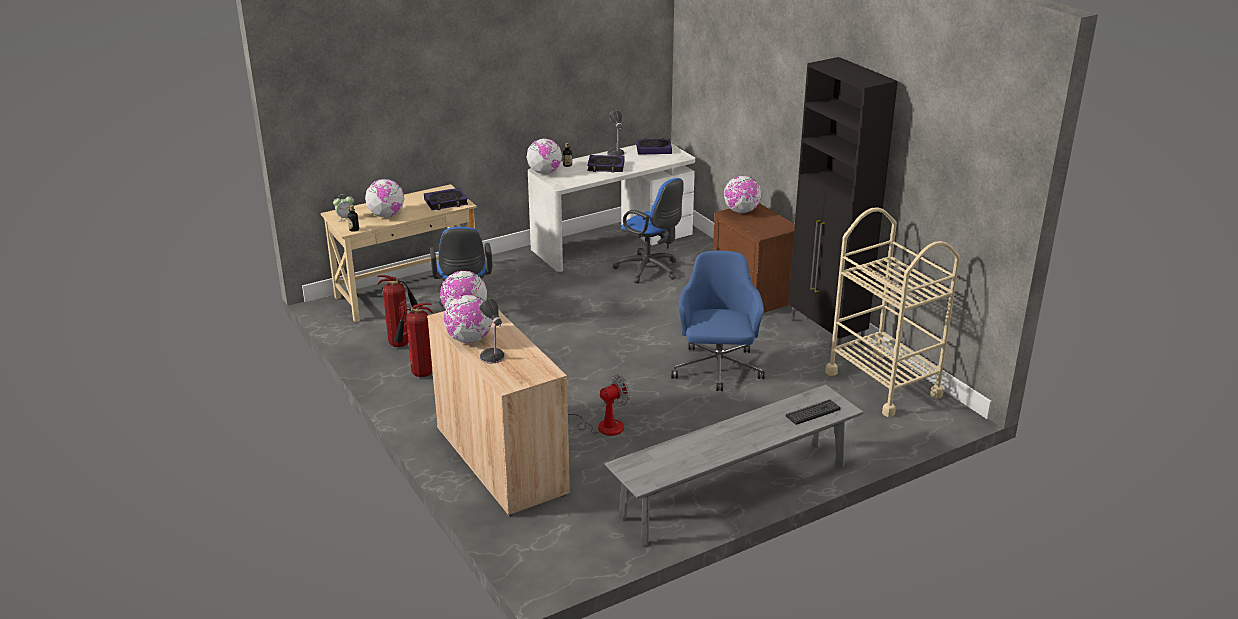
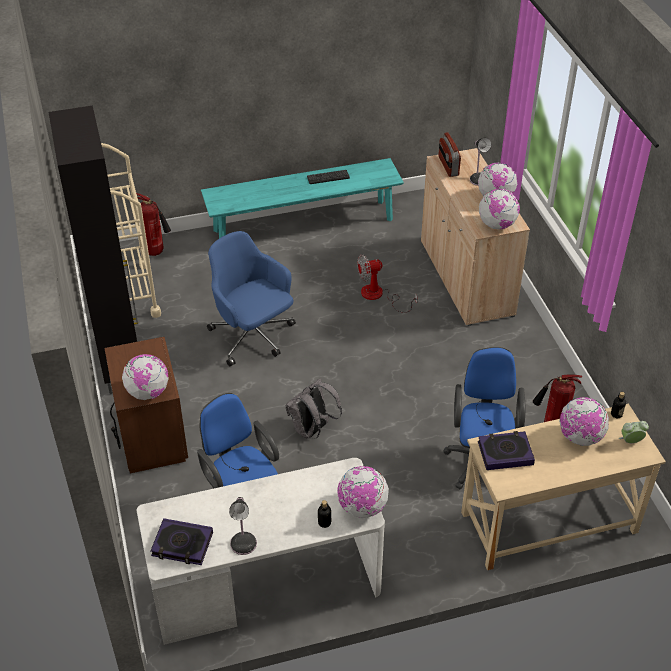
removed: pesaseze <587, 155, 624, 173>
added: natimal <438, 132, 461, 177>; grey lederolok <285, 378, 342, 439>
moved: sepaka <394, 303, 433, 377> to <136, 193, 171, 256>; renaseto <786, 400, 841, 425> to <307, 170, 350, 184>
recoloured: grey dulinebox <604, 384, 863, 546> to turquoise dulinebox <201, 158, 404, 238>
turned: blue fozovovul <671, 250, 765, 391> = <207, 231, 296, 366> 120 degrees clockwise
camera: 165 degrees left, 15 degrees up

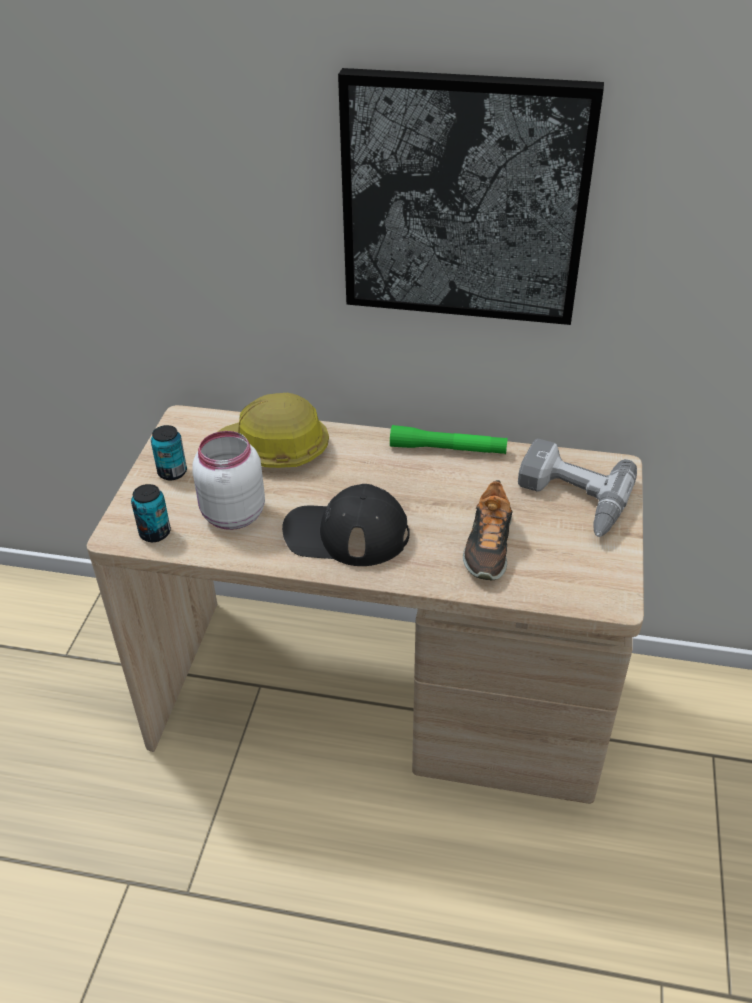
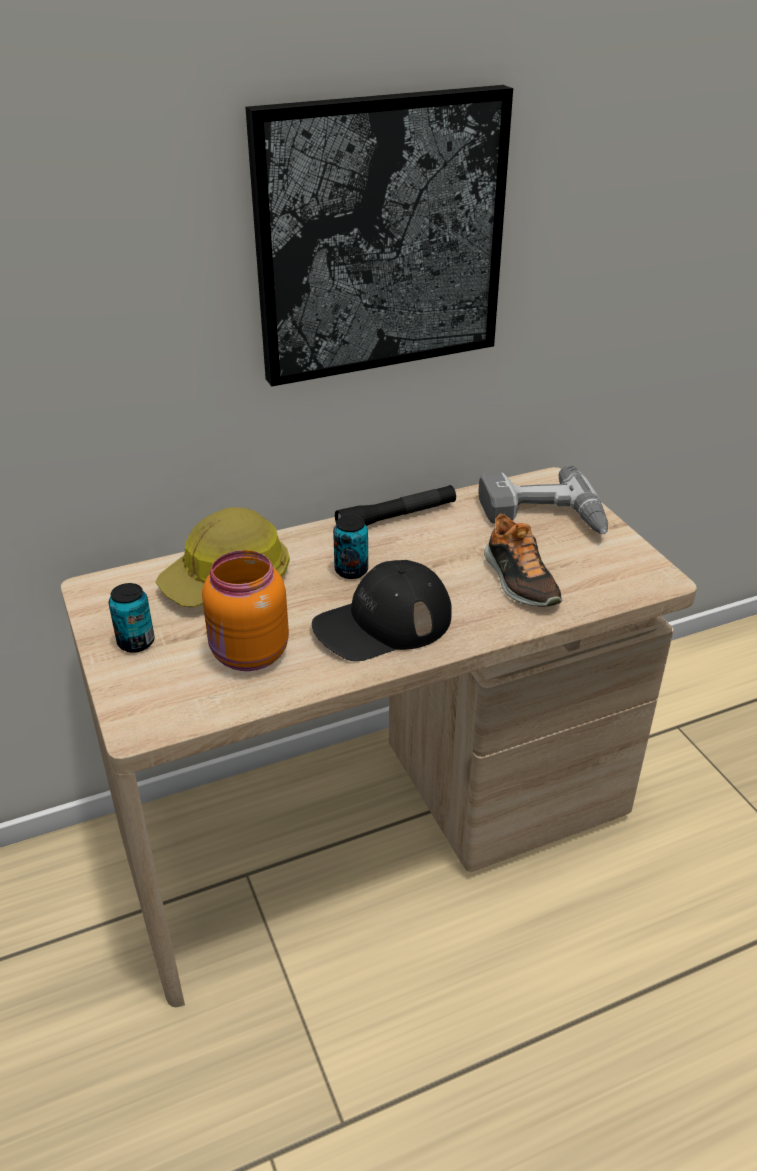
moved: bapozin <131, 484, 171, 542> to <333, 515, 368, 579>
recoloured: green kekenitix <390, 425, 508, 454> to black kekenitix <335, 485, 456, 526>; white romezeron <192, 431, 265, 530> to orange romezeron <202, 550, 289, 671>
camera: 35 degrees left, 5 degrees down

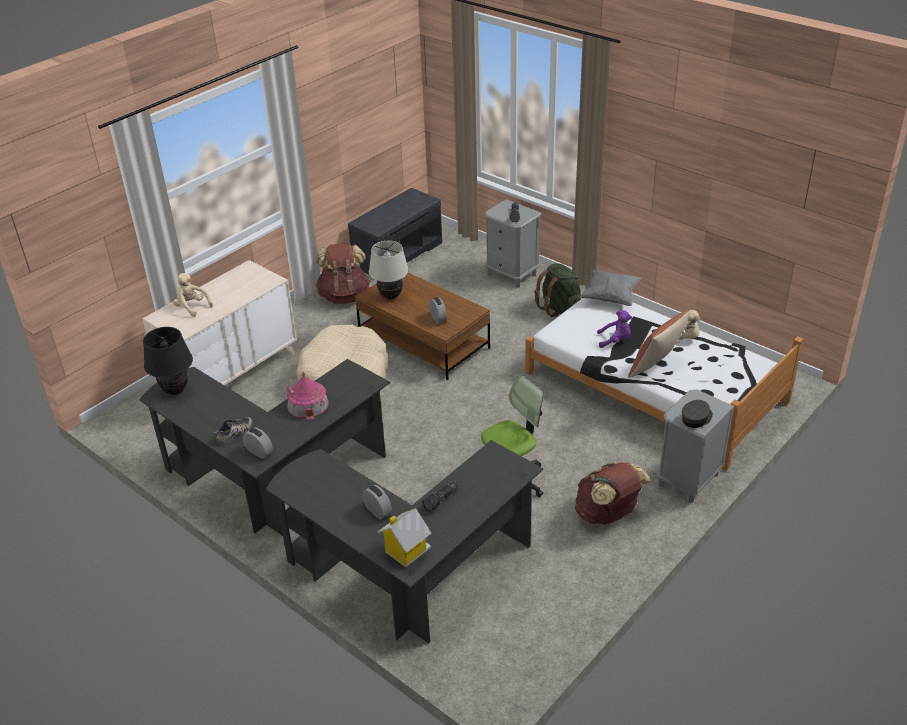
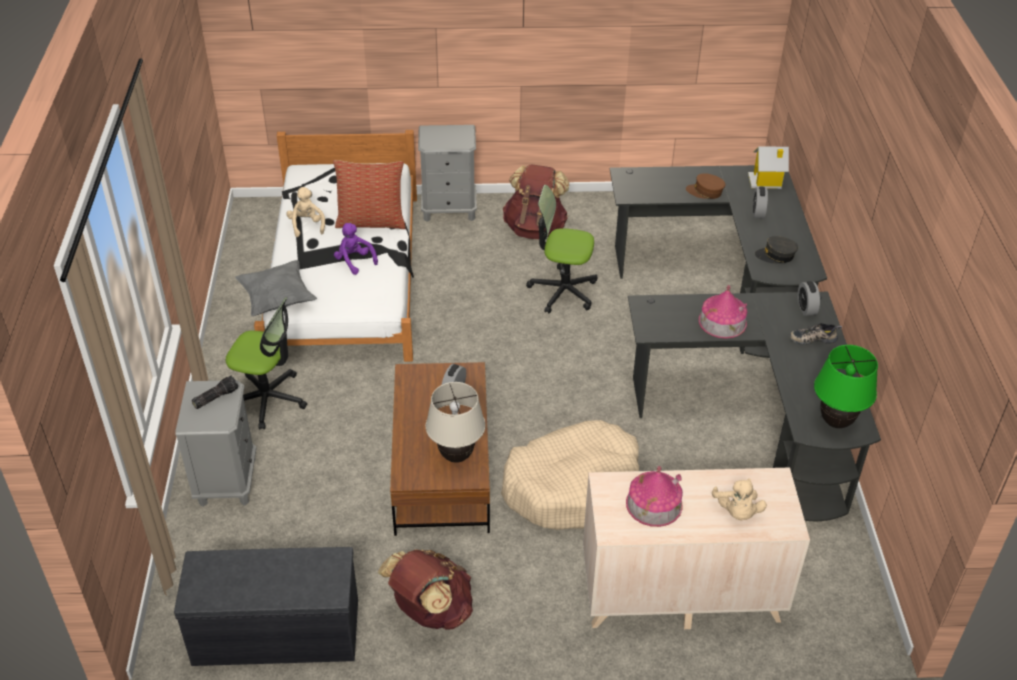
added: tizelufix <626, 466, 683, 527>
moved: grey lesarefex <682, 400, 713, 428> to <755, 236, 798, 264>
replaced: green lederolok <534, 263, 581, 317> to fozovovul <226, 297, 307, 430>; kekenitix <422, 480, 459, 512> to brown lesarefex <686, 173, 725, 199>
recoloured: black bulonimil <143, 327, 193, 395> to green bulonimil <814, 345, 878, 428>
camera: 135 degrees left, 5 degrees up

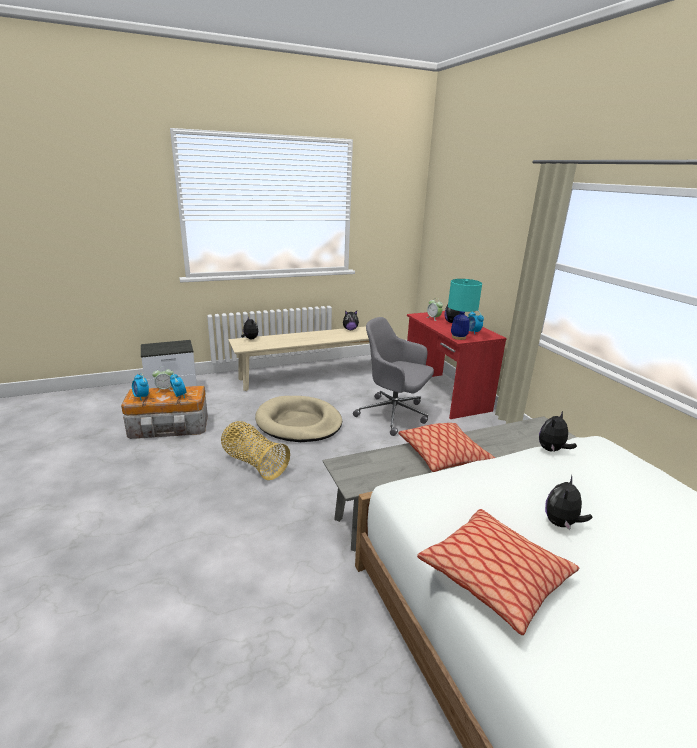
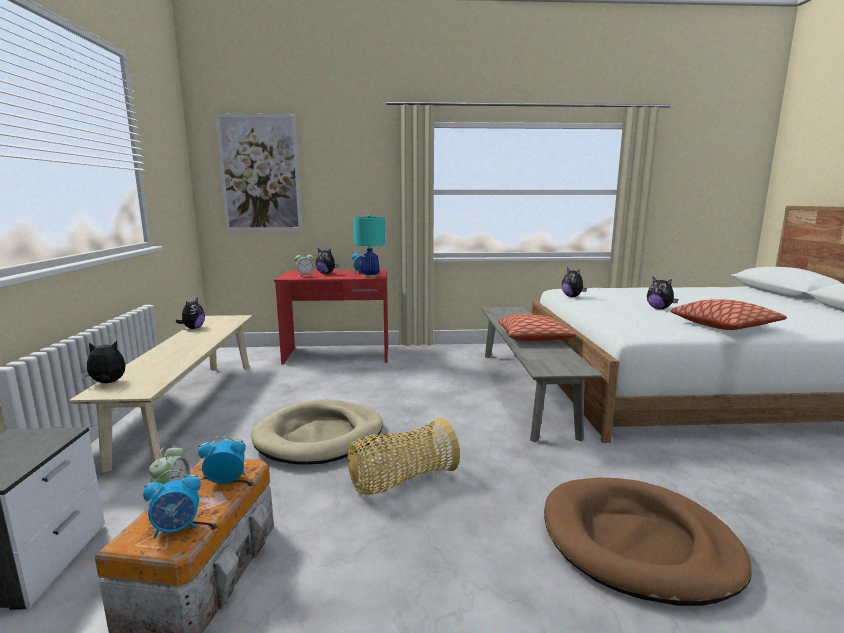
removed: grey fozovovul <353, 317, 434, 436>
added: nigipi <215, 114, 302, 231>; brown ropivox <544, 478, 752, 606>
camera: 70 degrees left, 10 degrees down

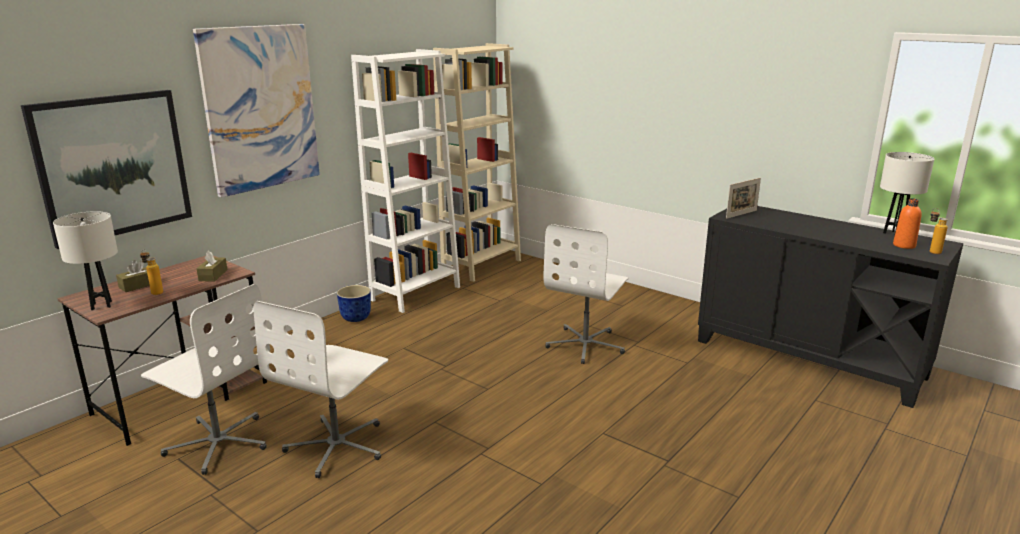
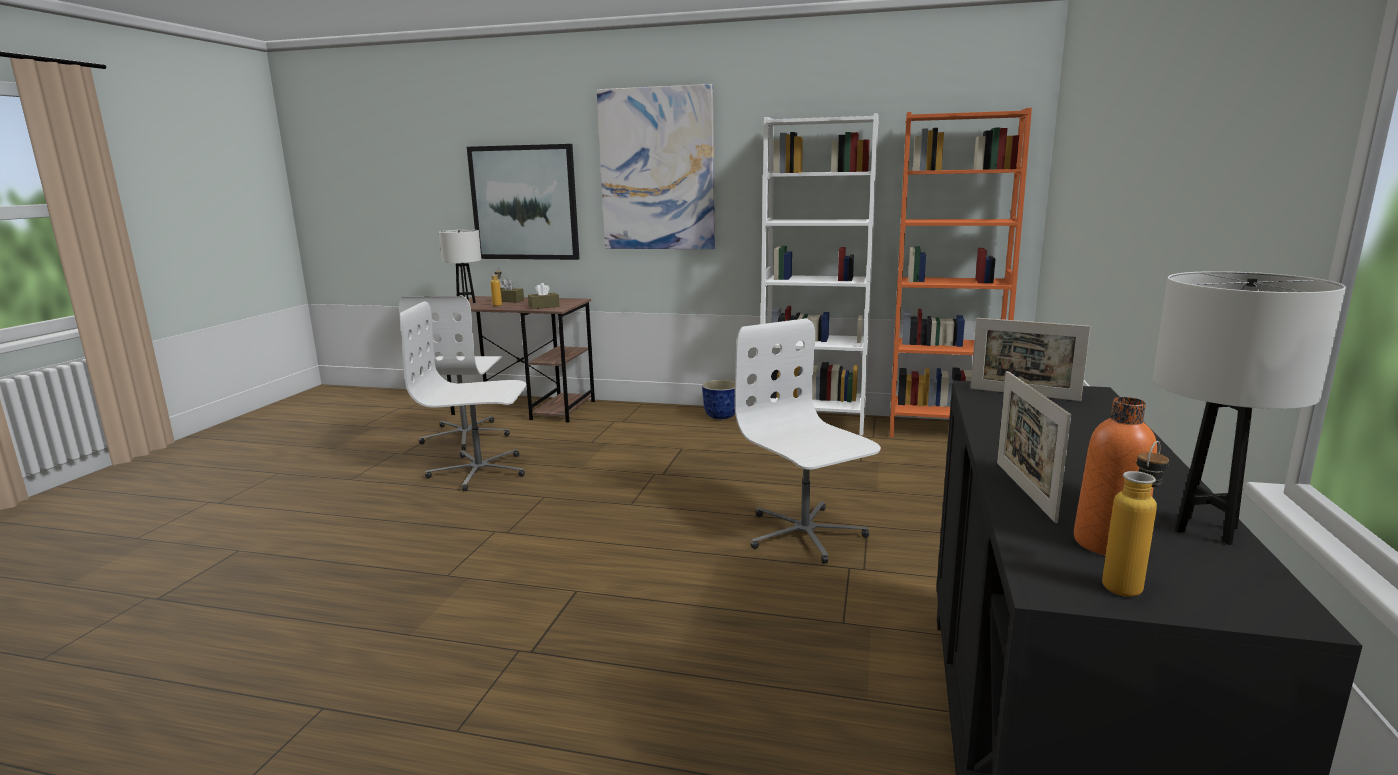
added: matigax <997, 371, 1071, 523>
recoloured: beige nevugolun <433, 43, 521, 282> to orange nevugolun <890, 108, 1032, 437>
turned: white fozovovul <544, 224, 629, 364> = <735, 318, 881, 564> 60 degrees clockwise
camera: 65 degrees right, 5 degrees down

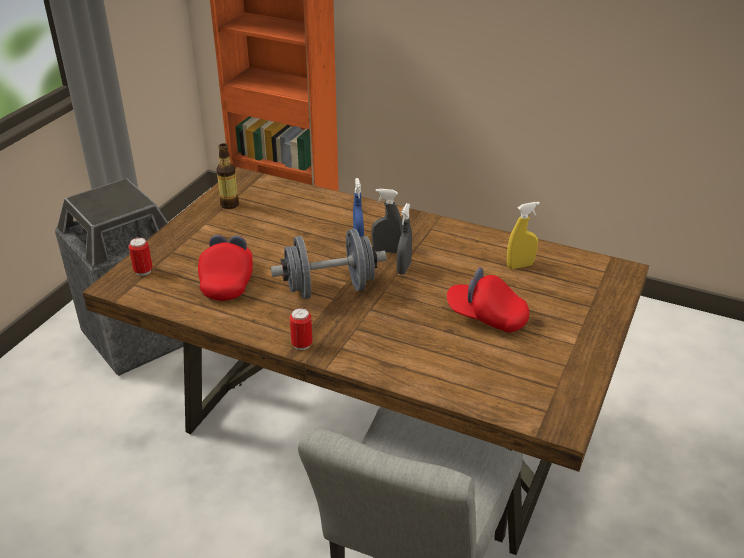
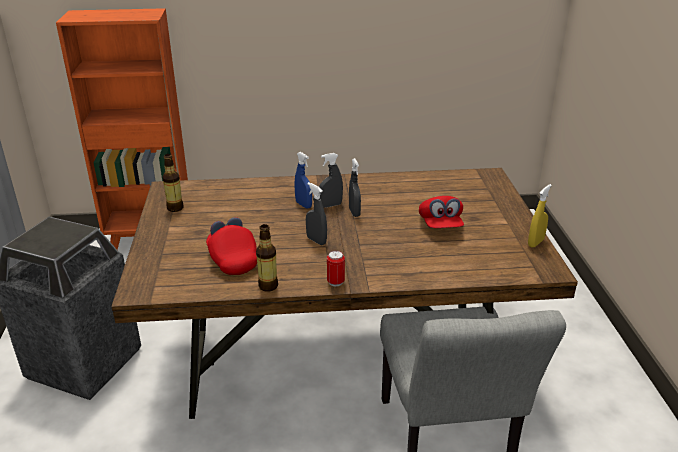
removed: bapozin <129, 237, 153, 276>
added: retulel <256, 224, 278, 292>
moved: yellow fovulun <507, 202, 540, 269> to <528, 184, 552, 247>
replaced: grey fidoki <271, 229, 386, 299> to grey fovulun <306, 182, 327, 245>
turned: red lesarefex <447, 267, 529, 333> = <419, 196, 464, 228> 90 degrees counterclockwise
camera: 30 degrees left, 5 degrees down

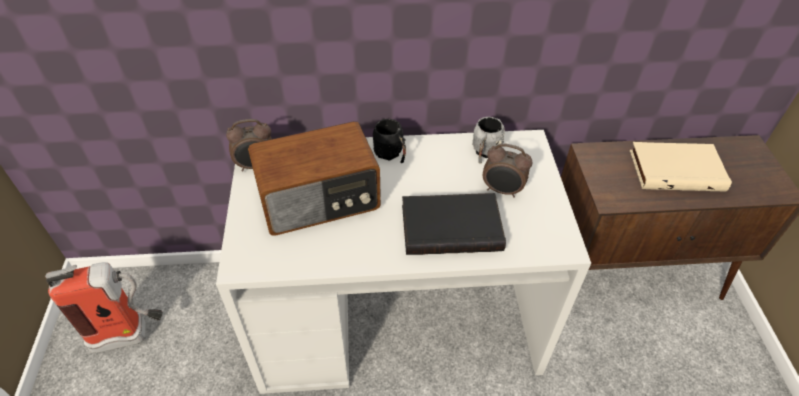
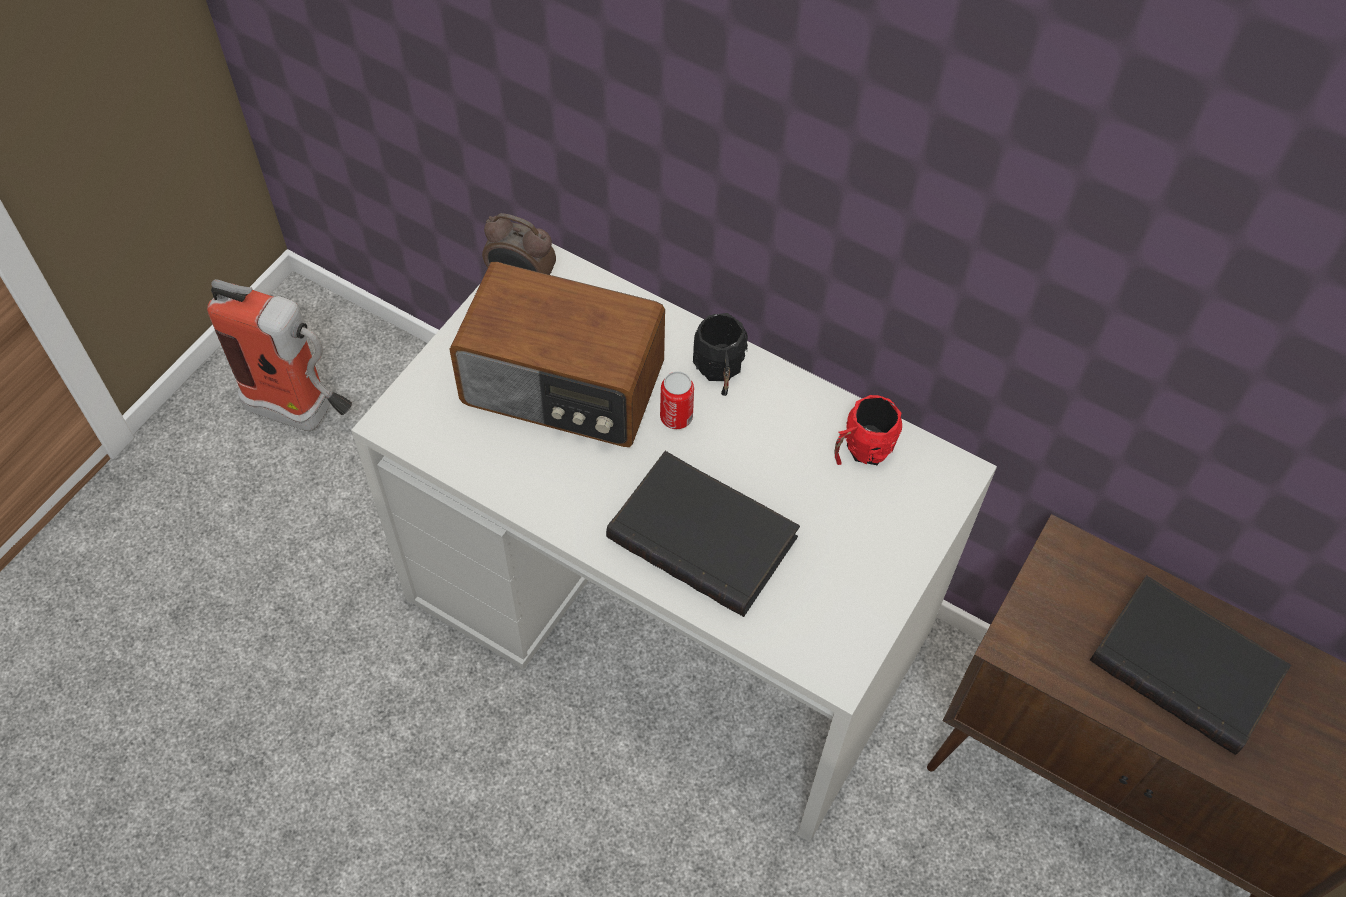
removed: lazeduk <483, 143, 533, 198>
added: bapozin <660, 371, 694, 429>
recoloured: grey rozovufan <472, 117, 505, 164> to red rozovufan <834, 395, 902, 465>; beige pesaseze <630, 142, 732, 191> to black pesaseze <1090, 575, 1291, 755>
camera: 35 degrees right, 10 degrees up

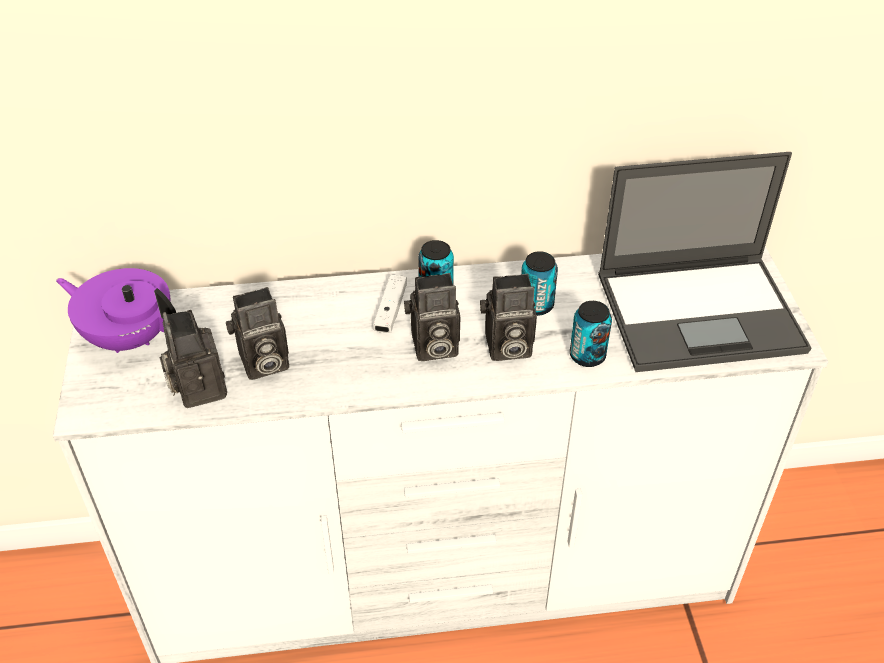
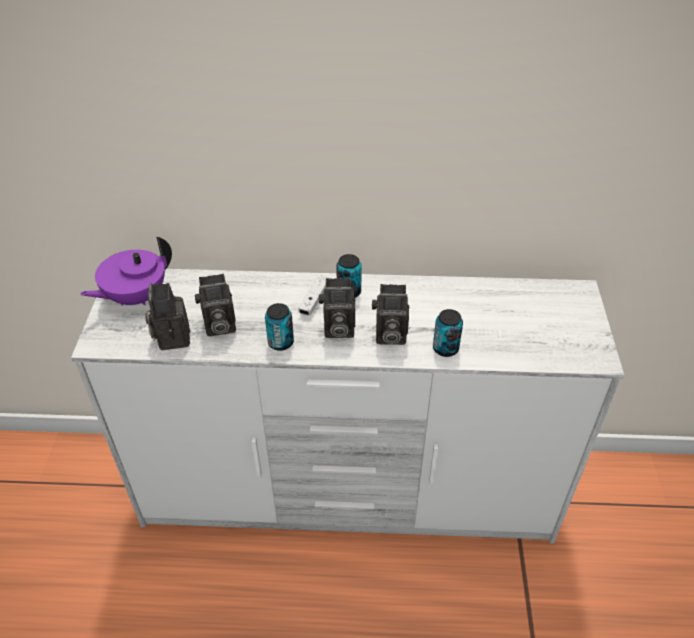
removed: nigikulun <598, 152, 811, 372>
moved: bapozin <521, 251, 558, 316> to <265, 303, 294, 351>
turned: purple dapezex <56, 268, 176, 353> = <80, 236, 172, 305> 75 degrees counterclockwise
camera: 10 degrees right, 0 degrees up

